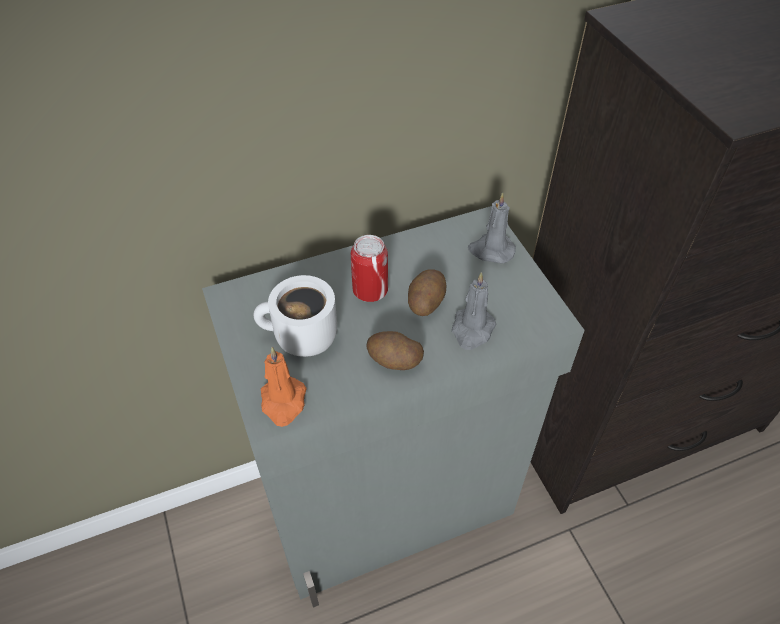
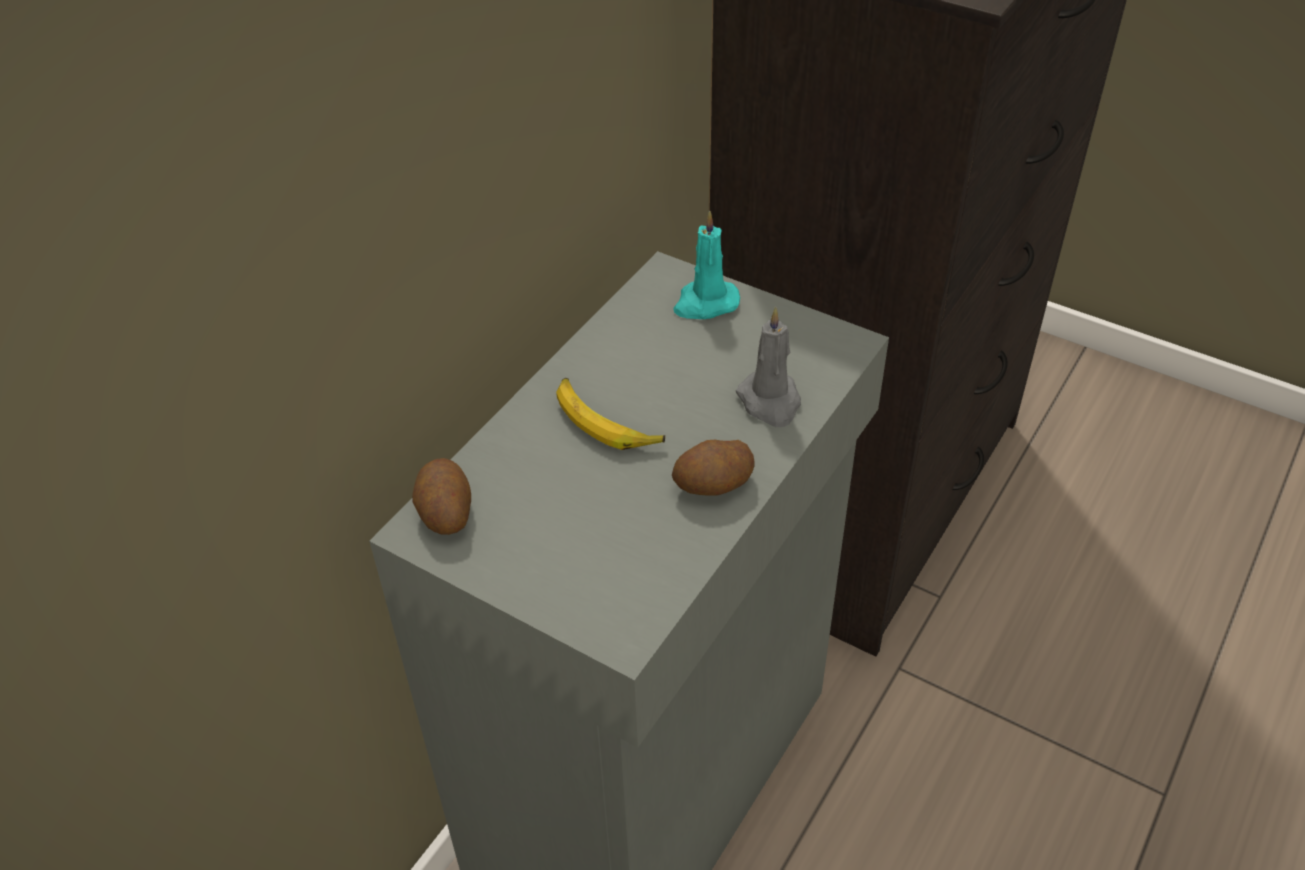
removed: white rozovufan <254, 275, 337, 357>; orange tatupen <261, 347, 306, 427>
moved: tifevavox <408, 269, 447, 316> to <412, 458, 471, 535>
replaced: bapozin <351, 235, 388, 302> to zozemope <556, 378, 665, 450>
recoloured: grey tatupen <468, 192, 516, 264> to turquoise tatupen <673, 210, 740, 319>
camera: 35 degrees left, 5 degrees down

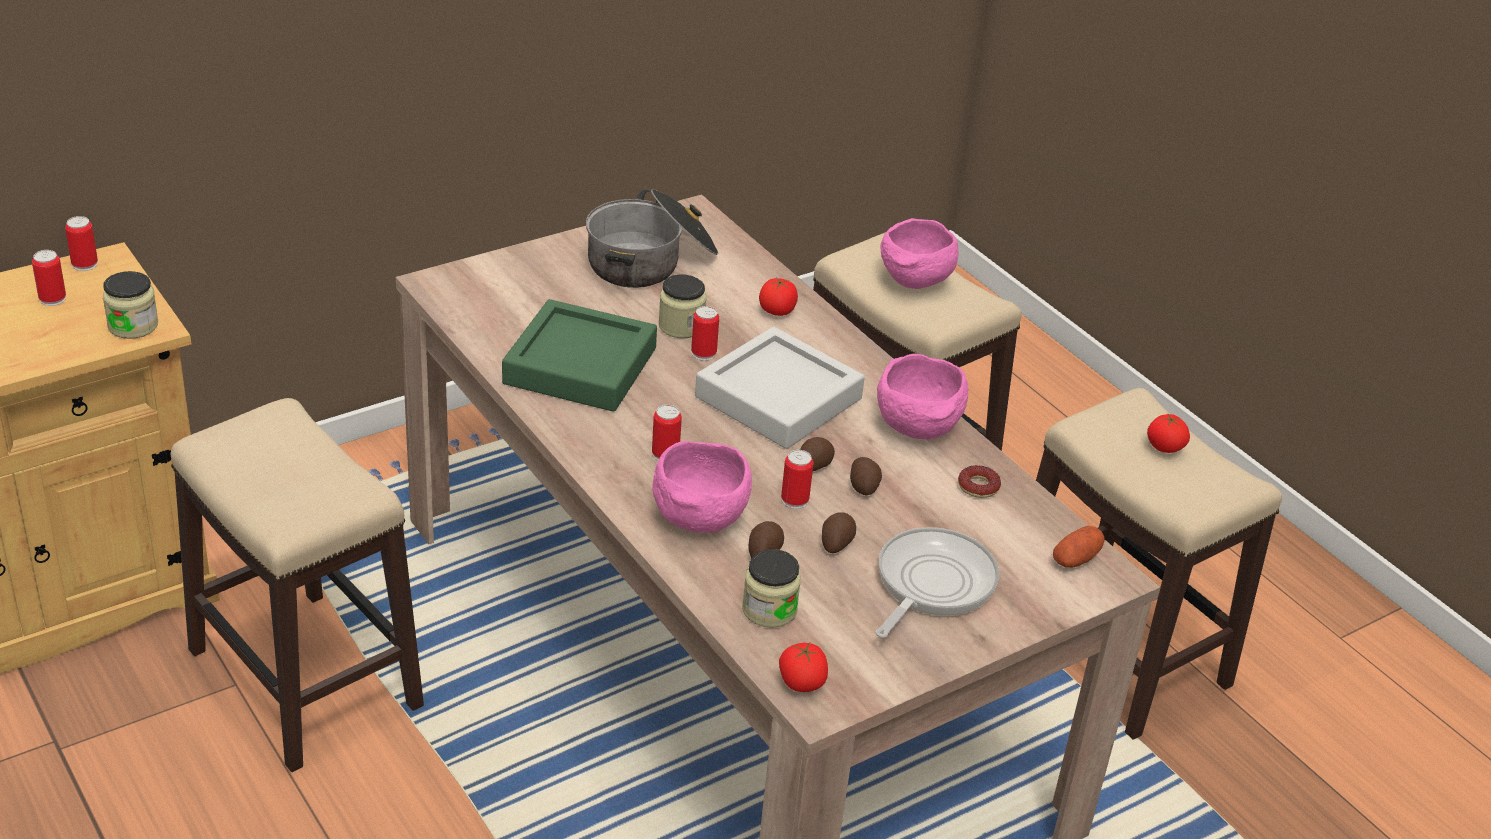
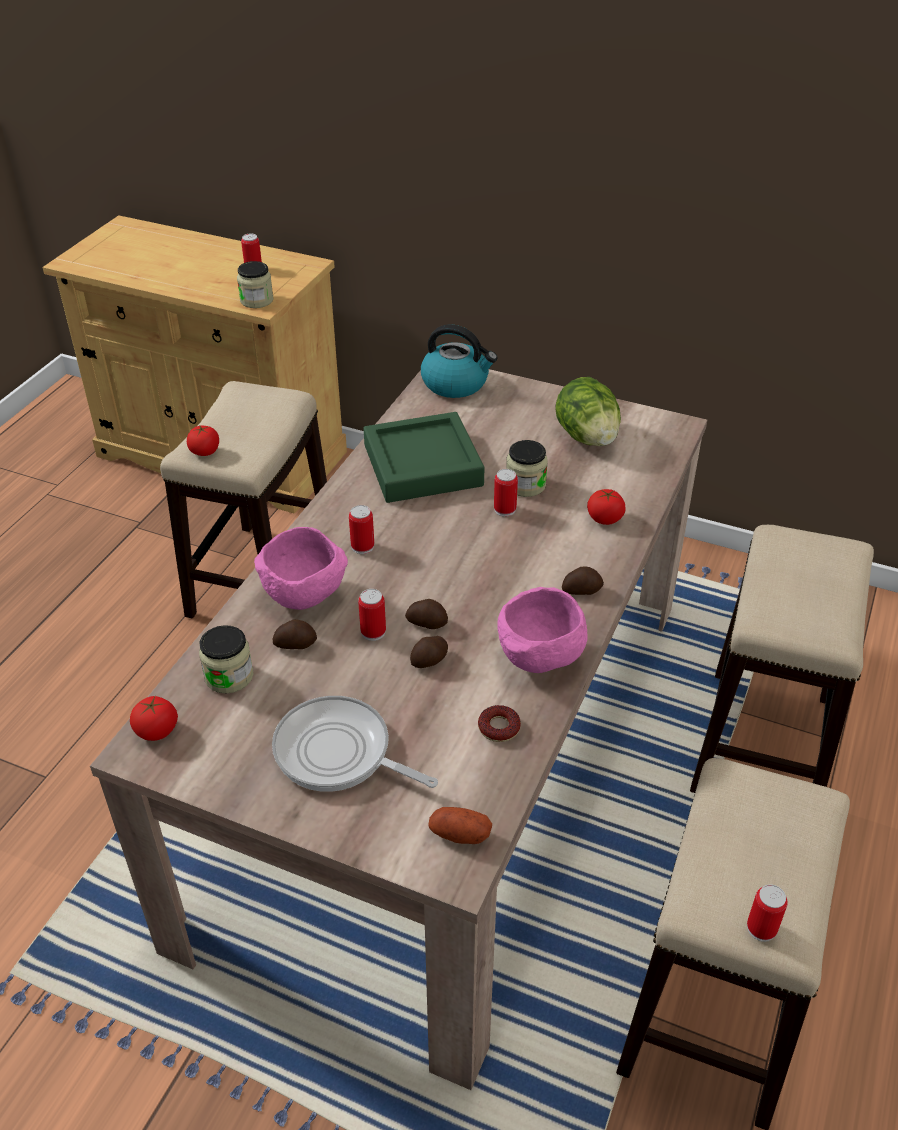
removed: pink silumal <880, 218, 959, 289>; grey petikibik <695, 327, 865, 449>
added: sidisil <421, 324, 497, 398>
moved: bapozin <65, 216, 98, 271> to <747, 884, 788, 942>; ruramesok <1147, 414, 1190, 453> to <187, 426, 219, 456>; tifevavox <822, 512, 856, 553> to <562, 566, 604, 595>
replaced: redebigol <586, 189, 718, 288> to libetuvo <555, 377, 621, 446>
turned: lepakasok <875, 527, 999, 638> = <272, 696, 438, 792> 150 degrees counterclockwise
camera: 60 degrees right, 5 degrees up

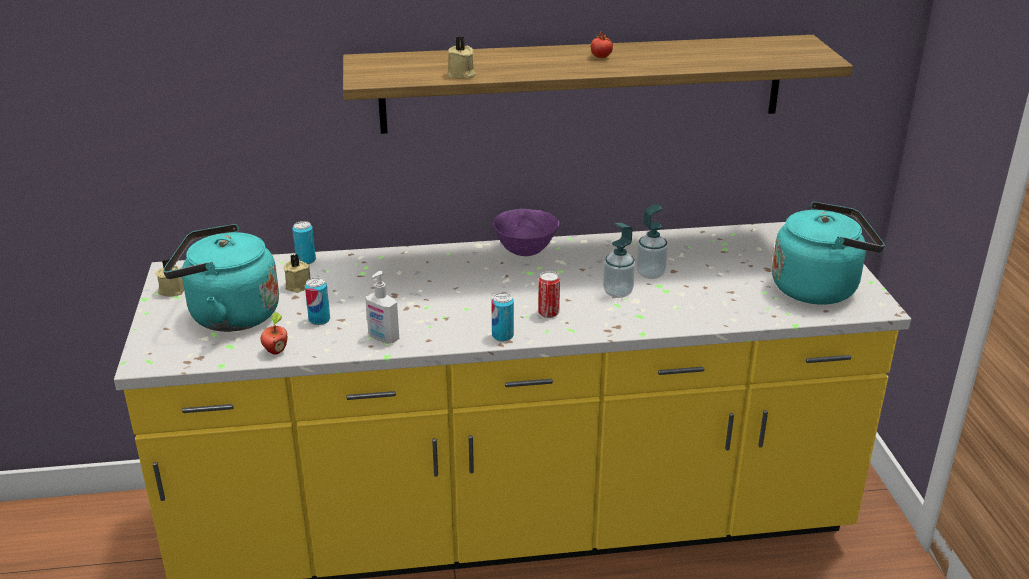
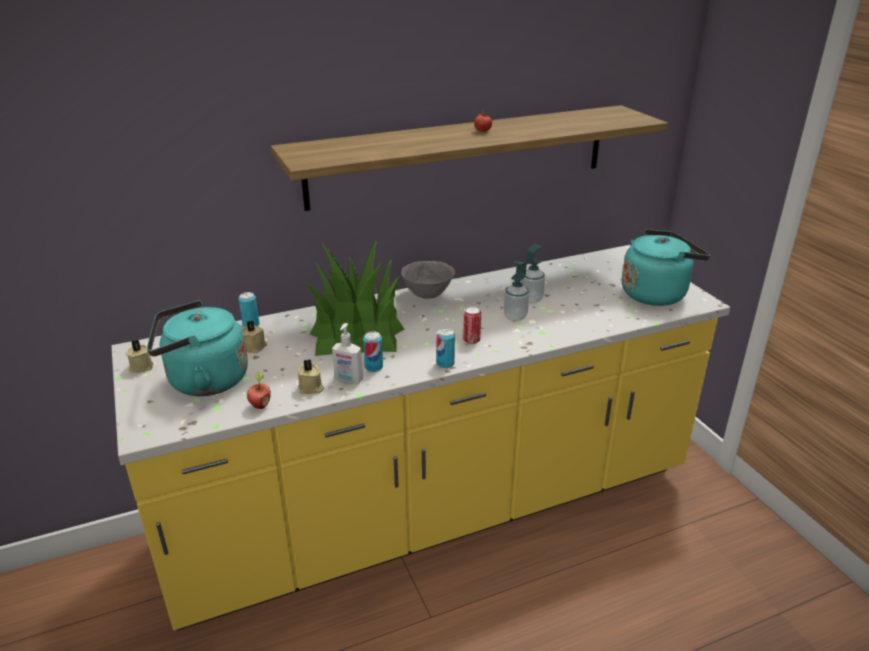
added: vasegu <306, 241, 404, 356>
moved: beige tatupen <448, 36, 476, 79> to <297, 359, 324, 394>; bapozin <305, 277, 330, 325> to <363, 331, 383, 372>
recoloured: purple silumal <493, 209, 559, 256> to grey silumal <401, 261, 455, 299>
camera: 15 degrees left, 0 degrees up

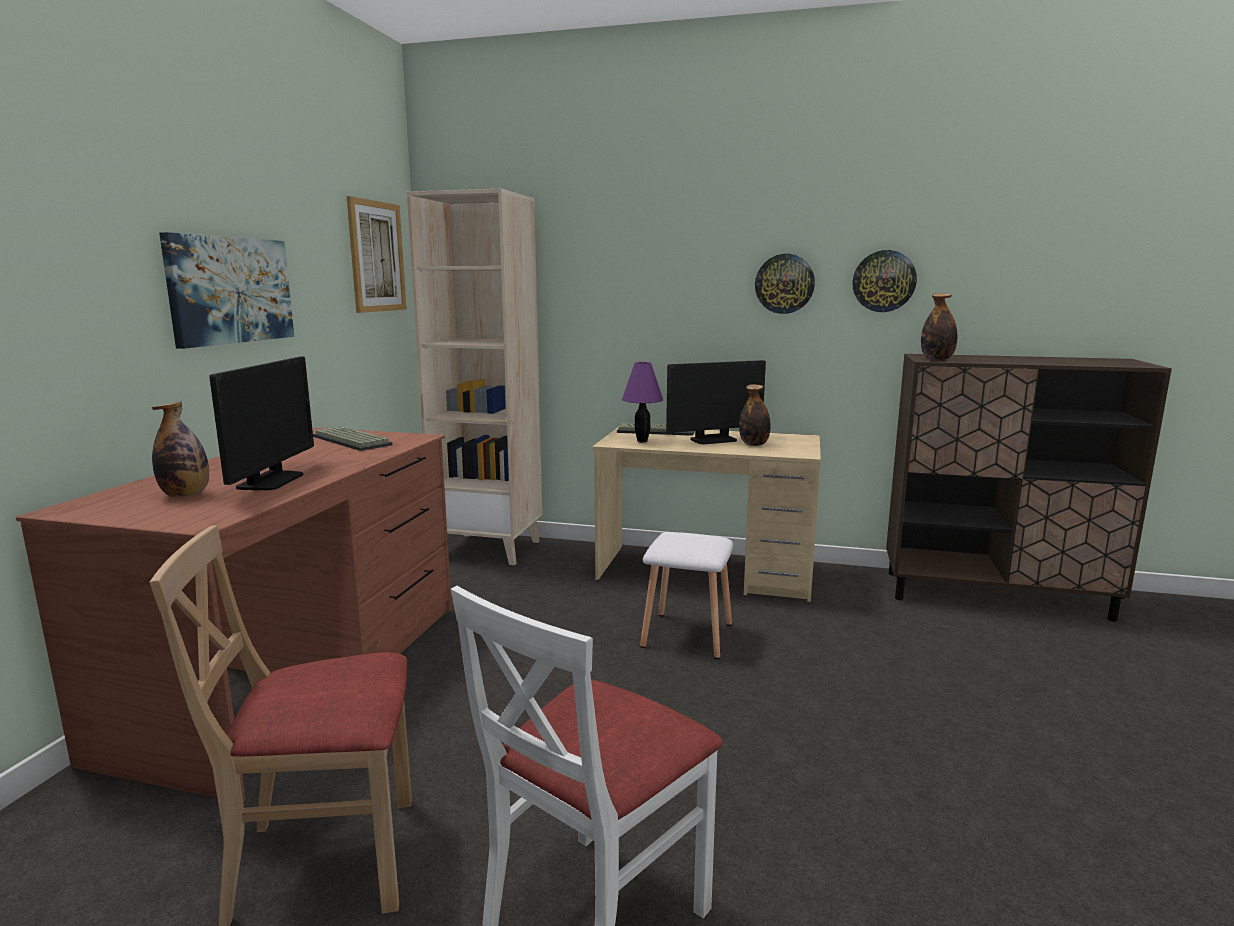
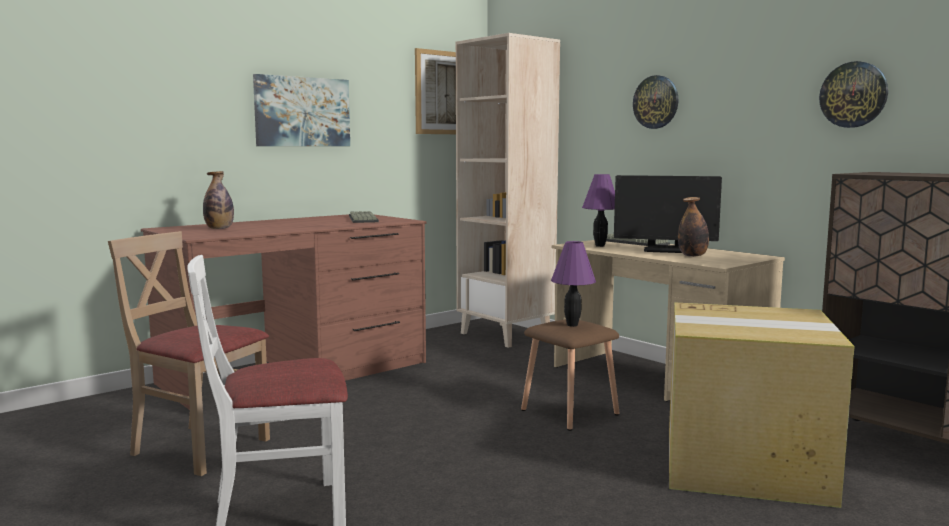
removed: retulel <921, 293, 957, 360>; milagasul <209, 357, 314, 490>
added: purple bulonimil <551, 241, 596, 327>; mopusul <669, 302, 855, 508>
moved: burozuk <755, 254, 815, 314> to <633, 75, 678, 129>
recoloured: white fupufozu <640, 532, 733, 659> to brown fupufozu <521, 319, 620, 431>
camera: 35 degrees right, 5 degrees down

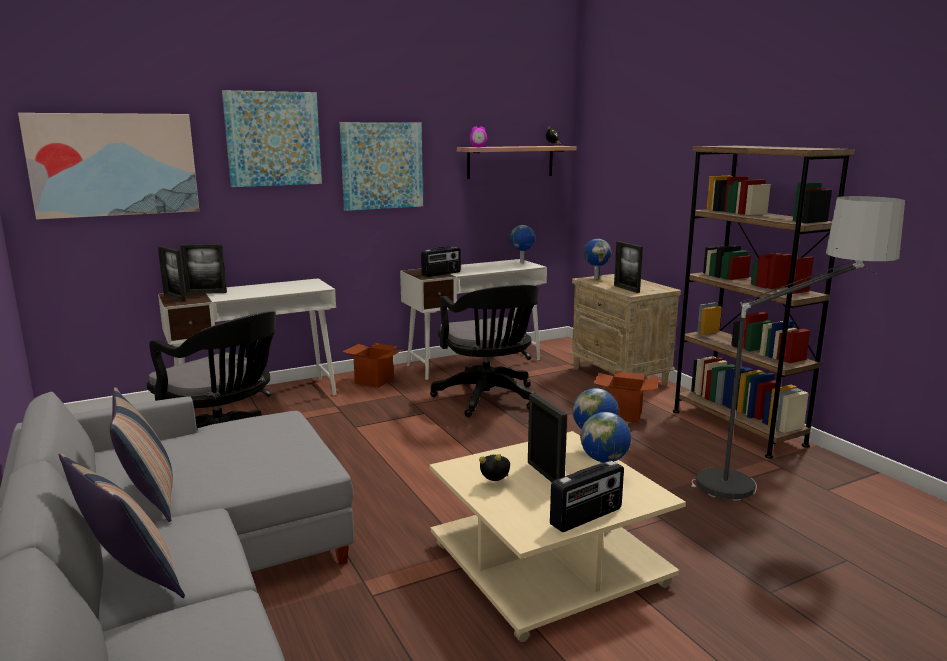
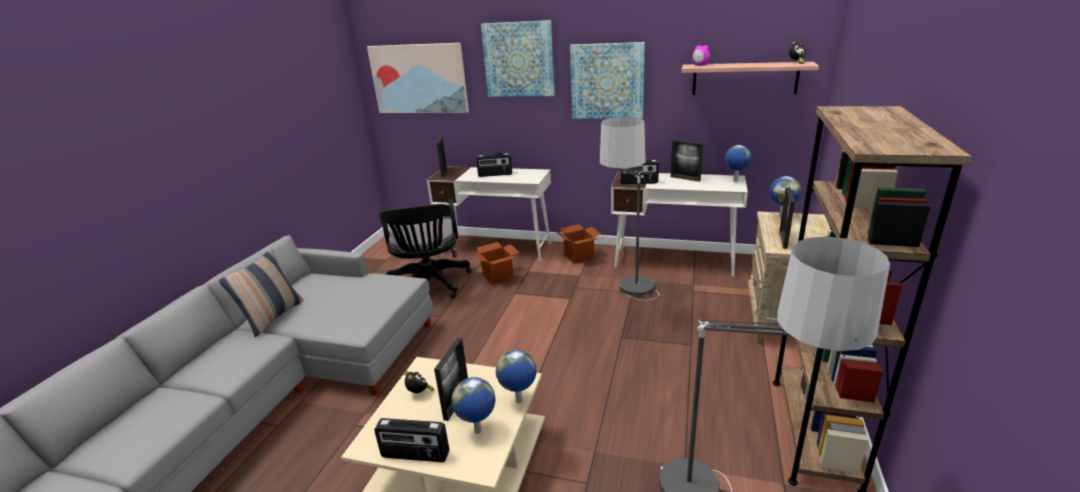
removed: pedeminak <59, 453, 185, 598>
added: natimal <476, 153, 512, 177>
moved: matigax <180, 244, 227, 294> to <671, 140, 703, 182>; mopusul <593, 371, 660, 423> to <473, 242, 519, 285>
replaced: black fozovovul <430, 285, 539, 417> to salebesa <600, 117, 659, 301>
camera: 45 degrees right, 10 degrees up

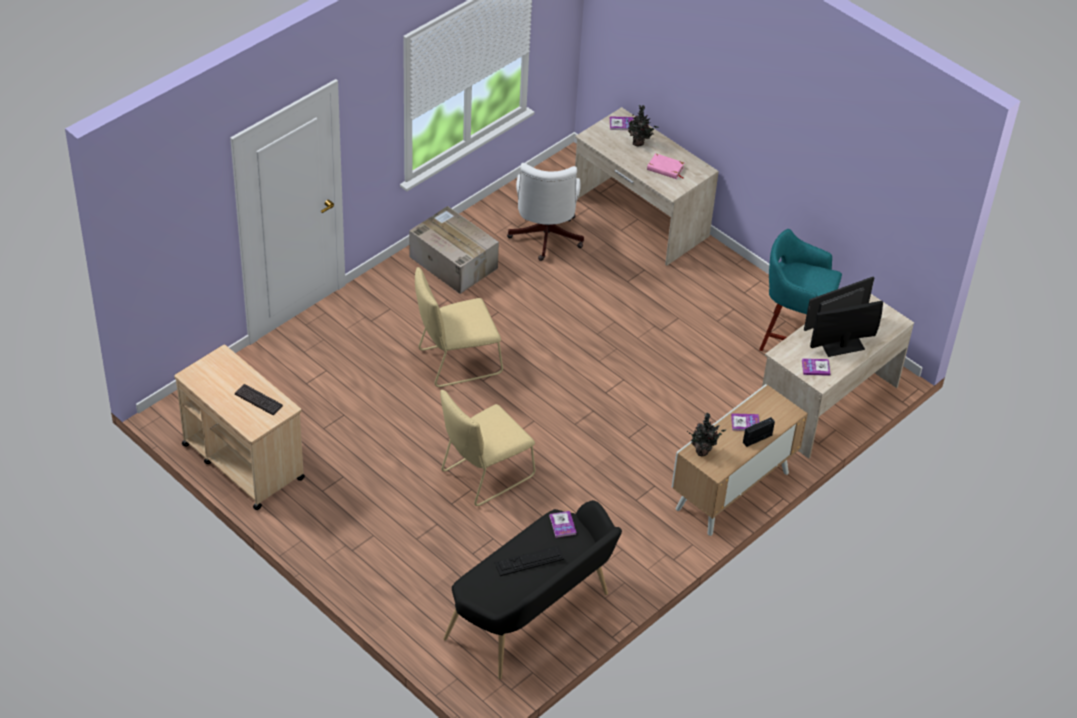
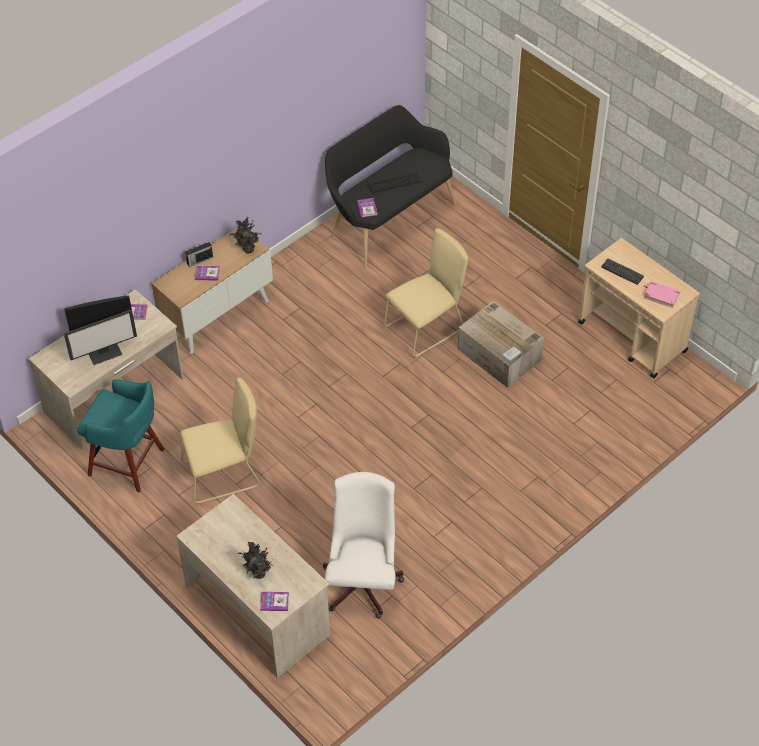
moved: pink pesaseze <647, 153, 684, 179> to <643, 281, 680, 308>; mopusul <409, 206, 499, 294> to <458, 301, 544, 388>; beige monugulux <415, 267, 503, 387> to <180, 377, 260, 503>
camera: 175 degrees left, 5 degrees up

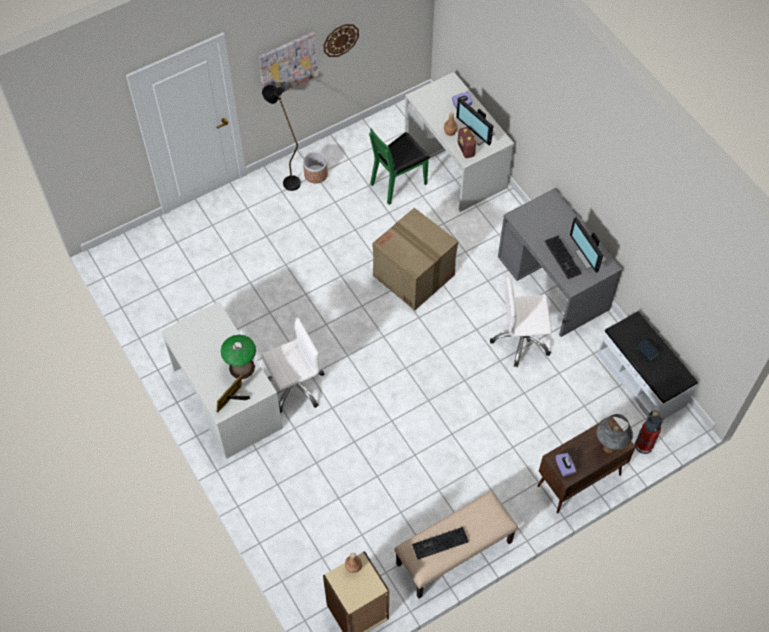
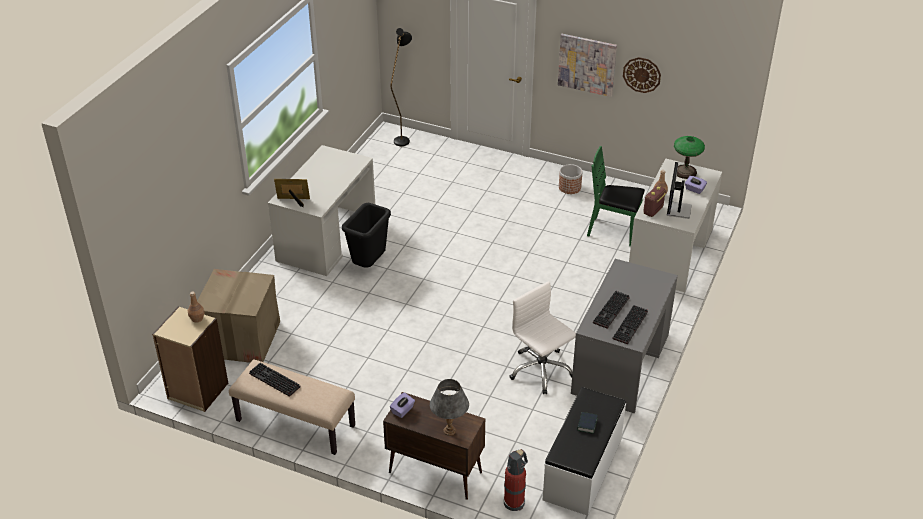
moved: black salebesa <262, 85, 301, 191> to <391, 28, 412, 146>; mopusul <372, 208, 459, 311> to <197, 269, 280, 363>; bulonimil <221, 335, 256, 379> to <674, 136, 705, 179>
replaced: milagasul <570, 217, 607, 273> to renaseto <613, 305, 648, 344>; white fozovovul <261, 318, 325, 413> to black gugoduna <342, 203, 391, 268>
camera: 55 degrees right, 20 degrees down

